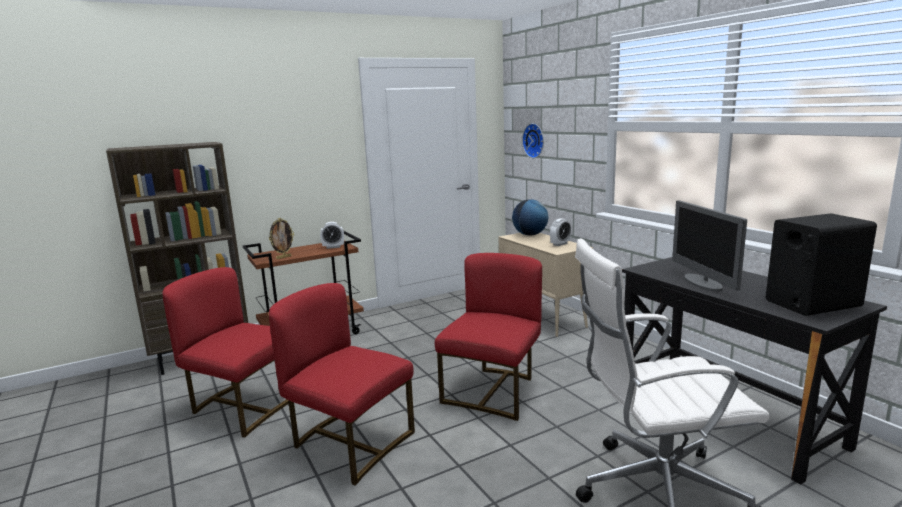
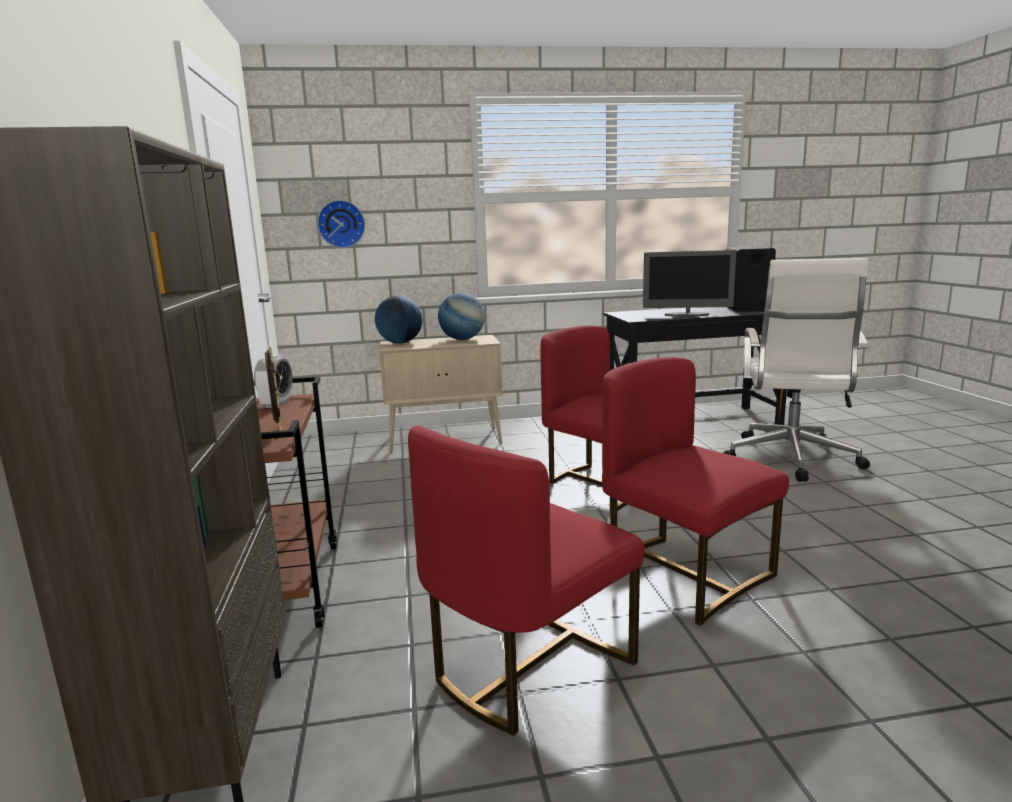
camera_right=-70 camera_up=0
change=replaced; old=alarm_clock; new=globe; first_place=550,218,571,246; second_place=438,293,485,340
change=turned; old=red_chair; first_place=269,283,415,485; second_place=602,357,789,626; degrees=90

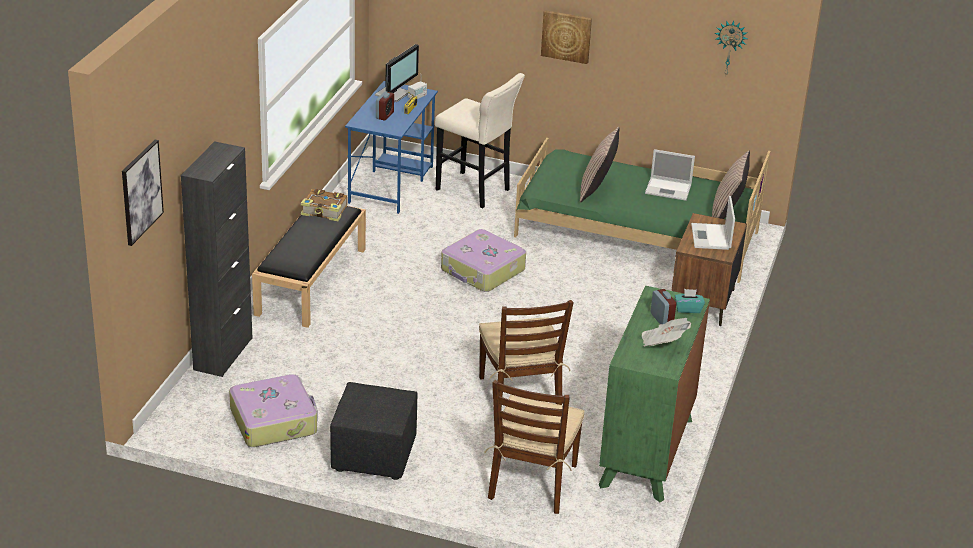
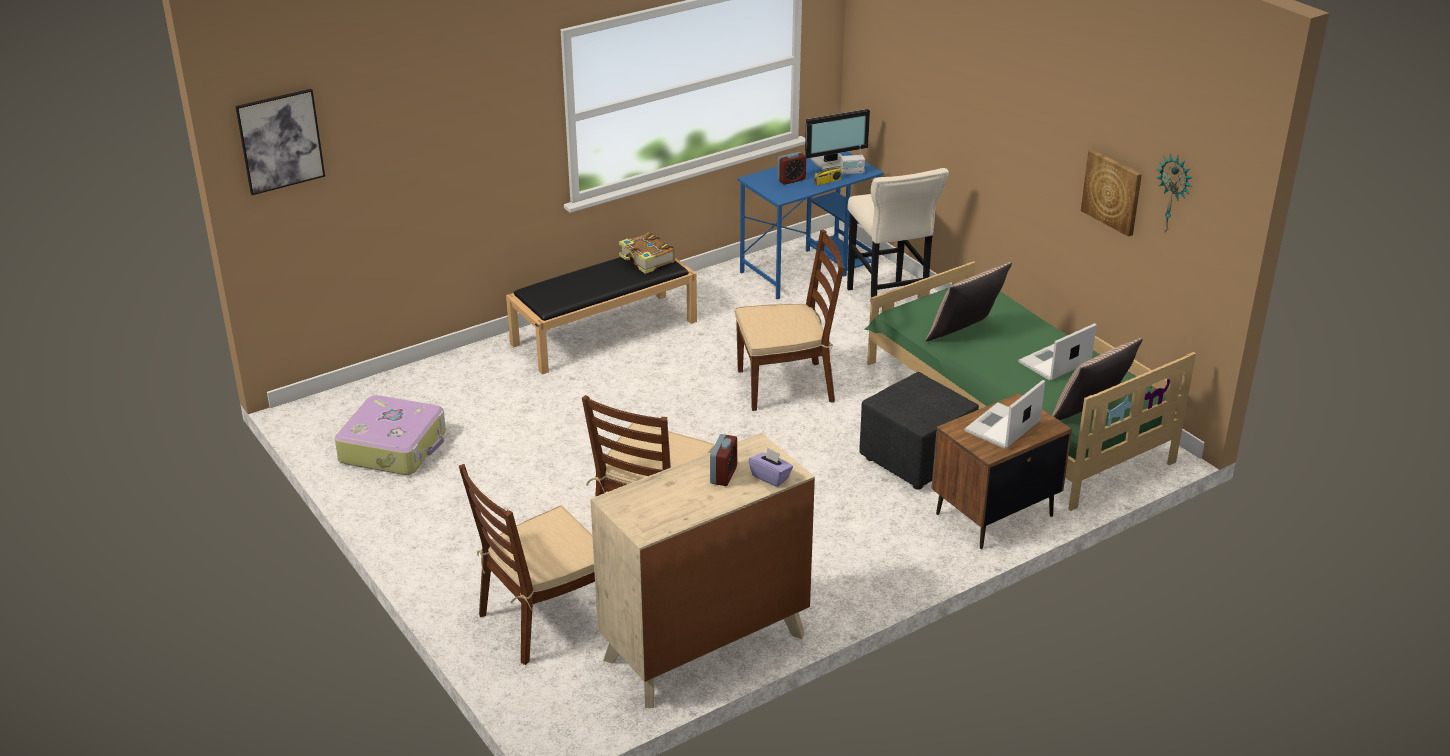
camera_right=40 camera_up=0
change=moved; old=picture; first_place=541,10,592,64; second_place=1081,149,1142,237
change=removed; old=black_cabinet; first_place=181,141,253,377
change=turned; old=laptop; first_place=645,149,695,201; second_place=1018,323,1097,381; degrees=90
change=replaced; old=suitcase; new=brown_chair; first_place=441,229,526,292; second_place=735,230,844,411
change=recoloured; old=green_dresser; new=beige_dresser; first_place=599,286,710,503; second_place=590,433,815,708
change=recoloured; old=turquoise_tissue_box; new=purple_tissue_box; first_place=675,289,705,313; second_place=749,447,793,487
change=removed; old=newspaper; first_place=642,318,691,347
change=moved; old=black_ottoman; first_place=330,382,418,480; second_place=859,372,979,490

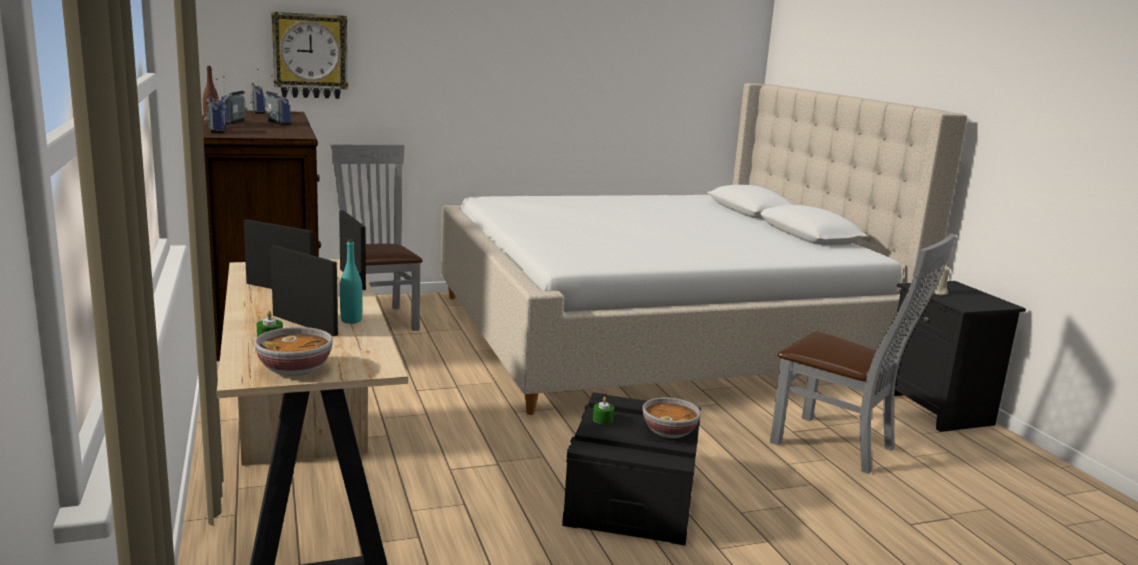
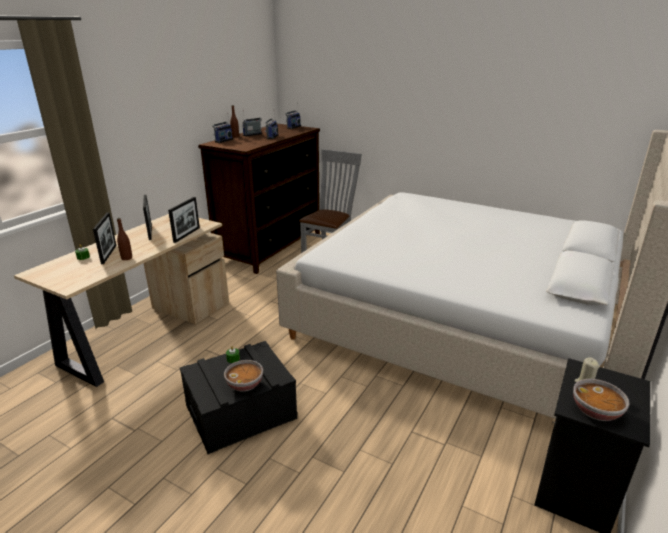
camera_right=50 camera_up=10
change=removed; old=wall_clock; first_place=271,11,348,99
change=removed; old=grey_chair; first_place=770,234,956,474
change=recoloured; old=turquoise_bottle; new=brown_bottle; first_place=340,239,363,324; second_place=117,218,132,260
change=moved; old=bowl; first_place=254,327,333,376; second_place=573,379,629,421

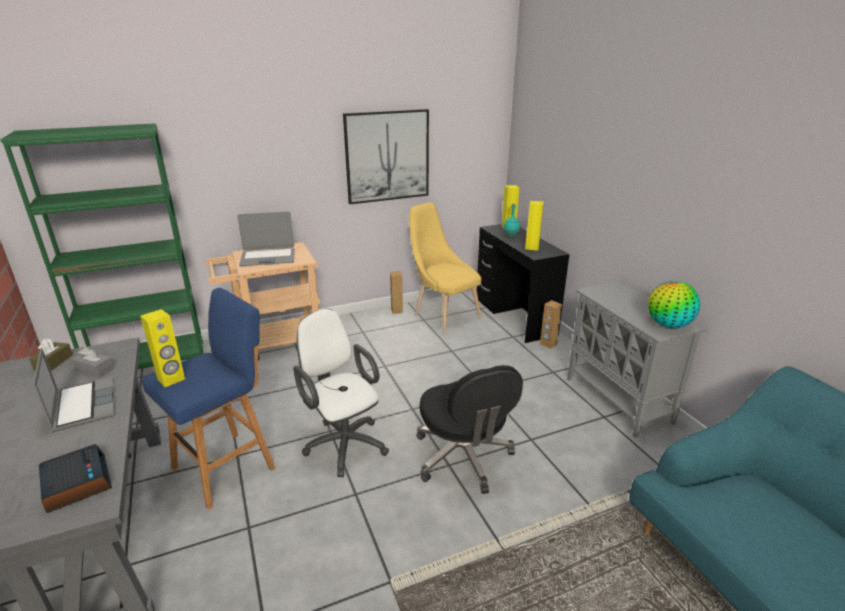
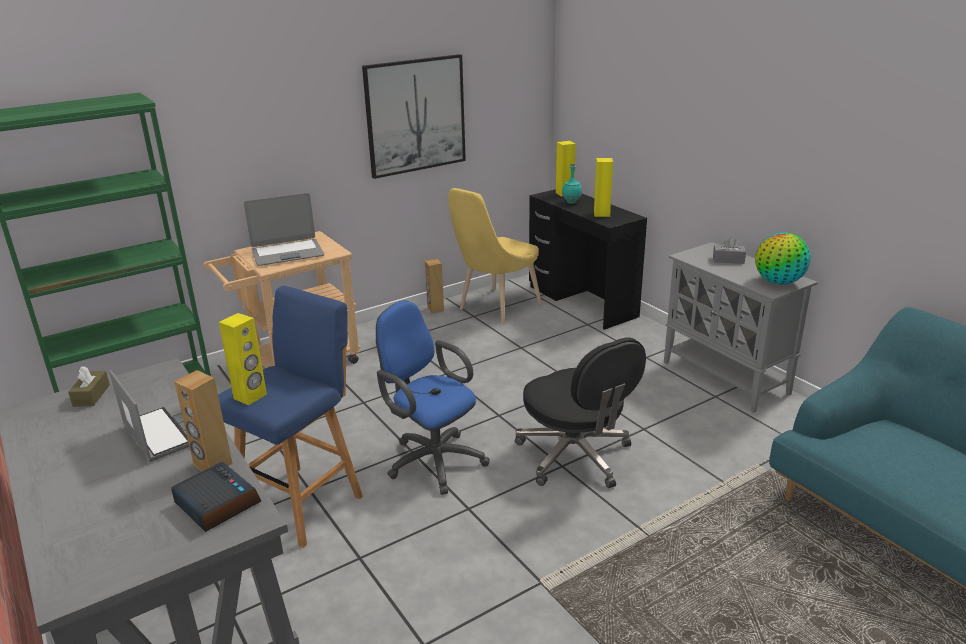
camera_right=-10 camera_up=0
change=turned; old=yellow_chair; first_place=409,203,481,334; second_place=448,188,542,325; degrees=-90
change=moved; old=brown_speaker; first_place=540,300,562,349; second_place=174,370,232,471
change=recoloured; old=white_office_chair; new=blue_office_chair; first_place=293,309,389,477; second_place=376,300,490,495
change=moved; old=grey_tissue_box; first_place=72,347,114,378; second_place=713,237,746,264

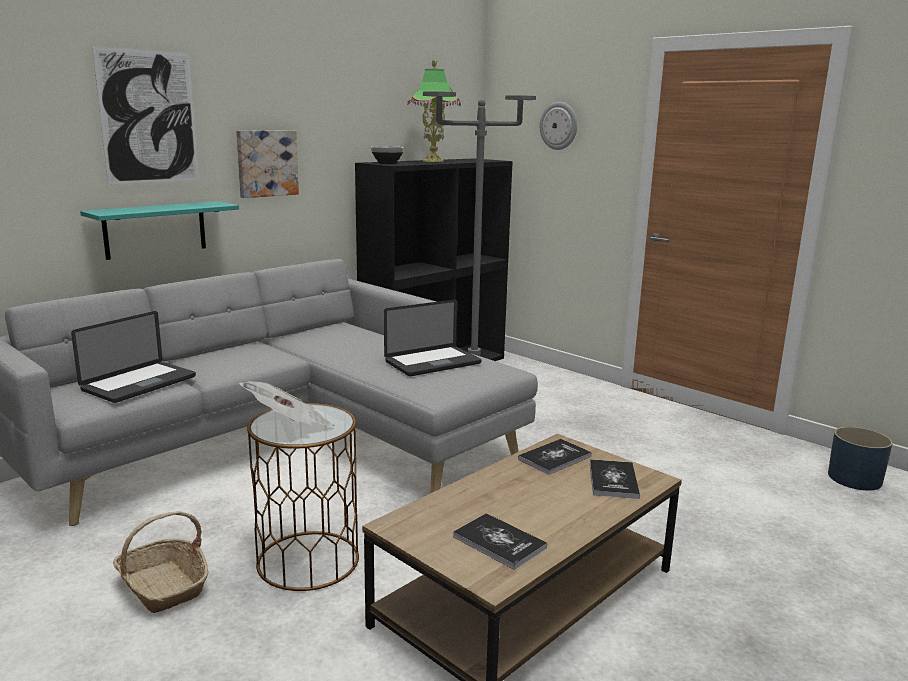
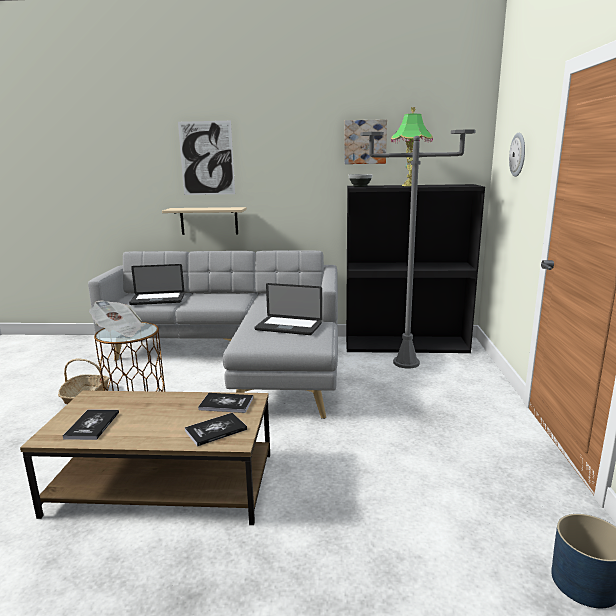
camera_right=50 camera_up=0
change=moved; old=picture; first_place=236,130,299,198; second_place=344,119,387,164
change=recoloured; old=turquoise_shelf; new=beige_shelf; first_place=80,201,239,260; second_place=162,207,247,235

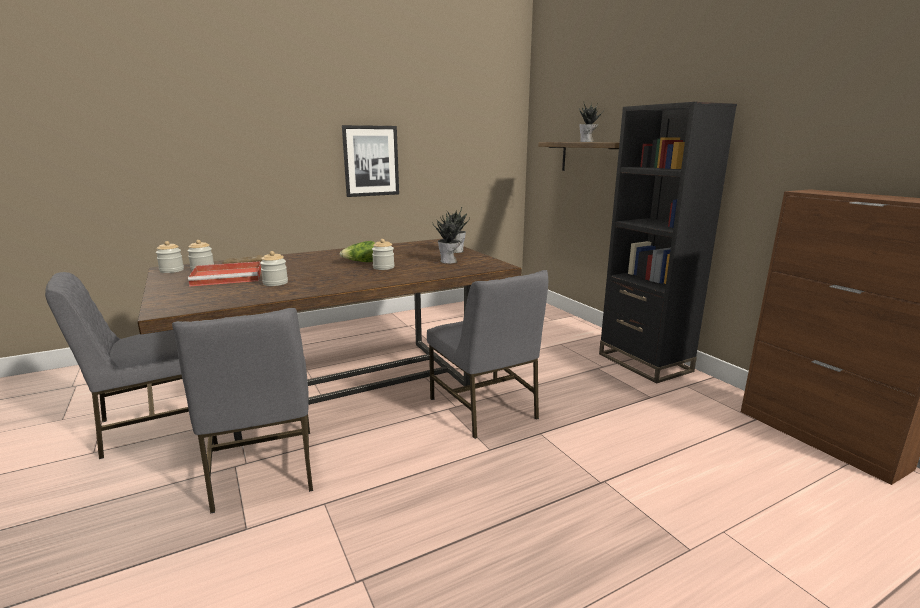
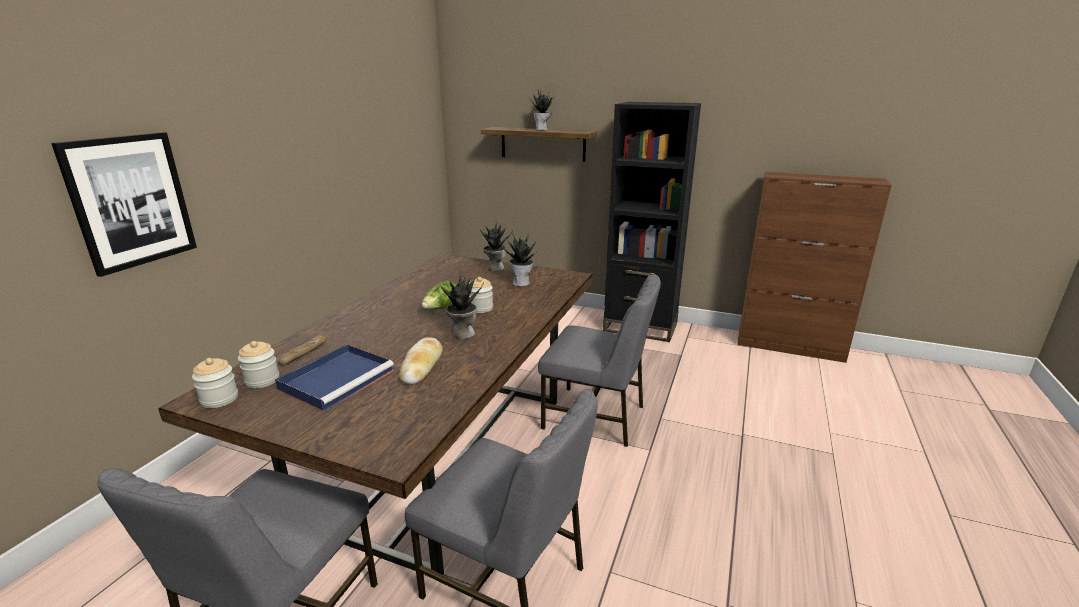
camera_right=-40 camera_up=5
change=moved; old=picture; first_place=342,125,399,197; second_place=51,132,197,277
change=replaced; old=jar; new=bread; first_place=260,251,288,286; second_place=399,337,443,385
change=recoloured; old=red_tray; new=blue_tray; first_place=188,261,261,287; second_place=275,344,394,411
change=added; new=potted_plant; second_place=440,270,484,339

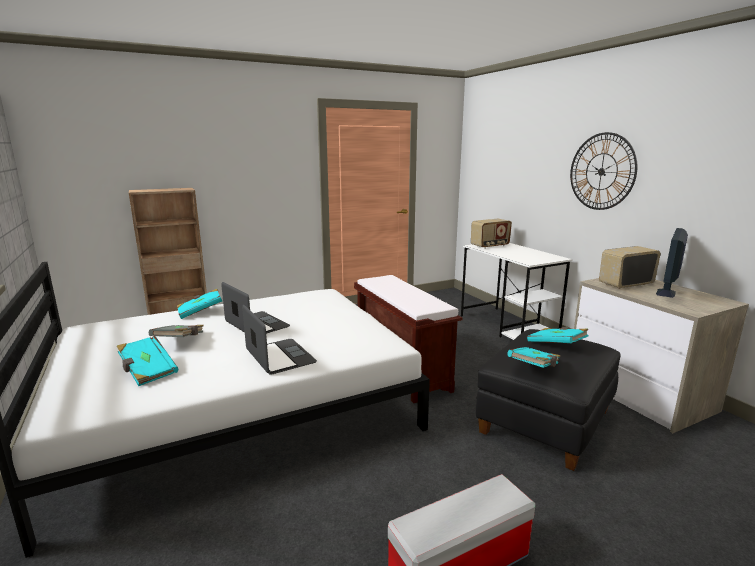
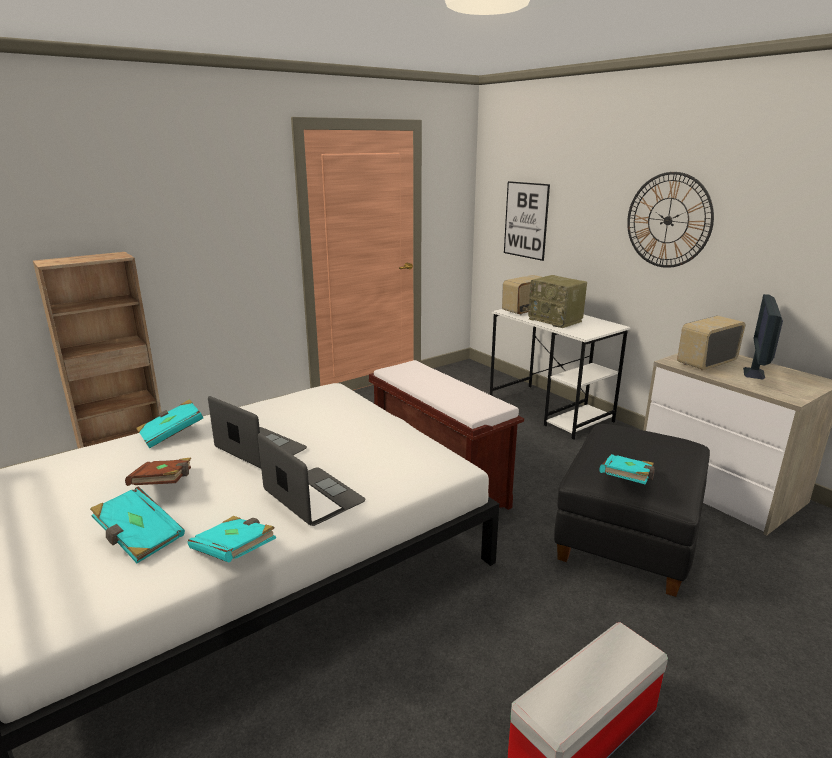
camera_right=-10 camera_up=5
change=recoloured; old=grey_book; new=brown_book; first_place=149,325,204,337; second_place=125,458,191,486
change=moved; old=turquoise_book; first_place=527,327,588,343; second_place=188,516,276,563
change=added; new=picture; second_place=504,181,550,261
change=added; new=radio; second_place=528,275,587,328

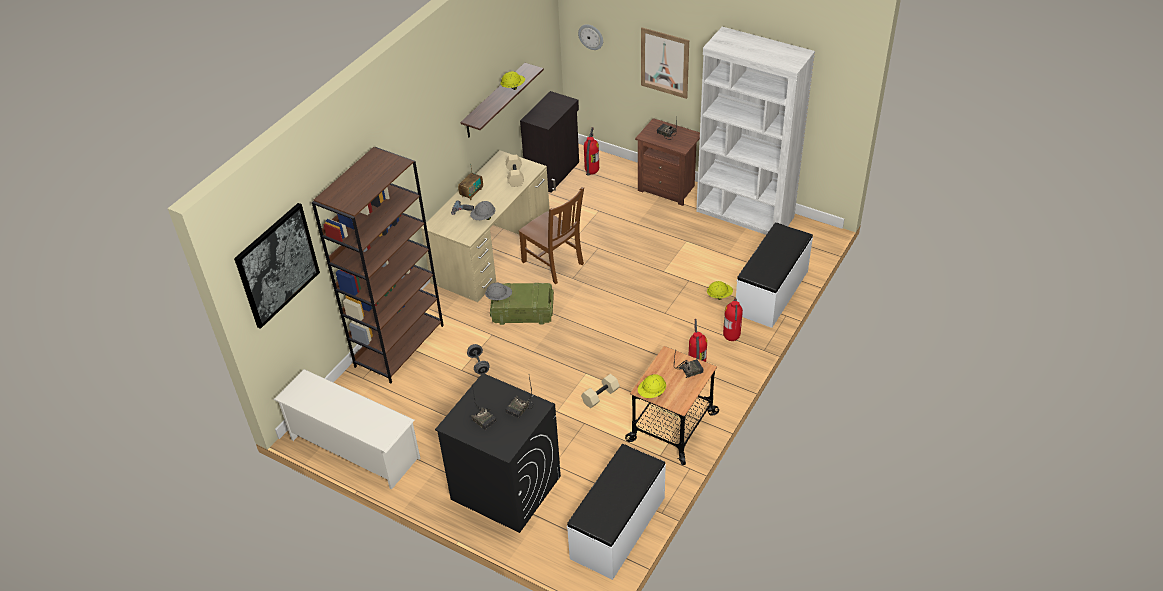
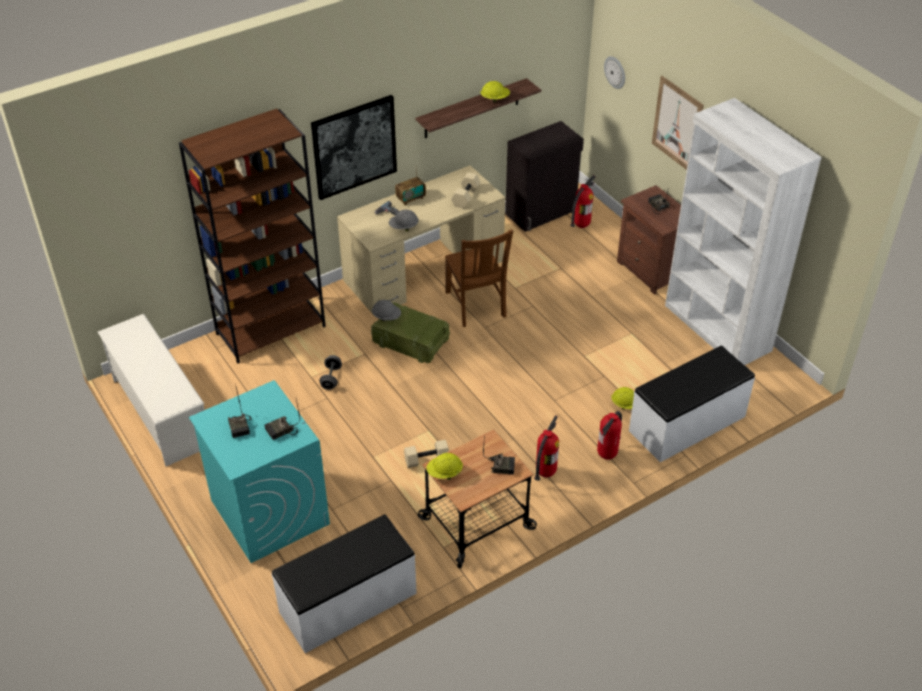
camera_right=25 camera_up=0
change=moved; old=picture; first_place=234,203,320,329; second_place=311,95,397,200
change=recoloured; old=black_washing_machine; new=turquoise_washing_machine; first_place=435,373,561,533; second_place=189,380,330,563

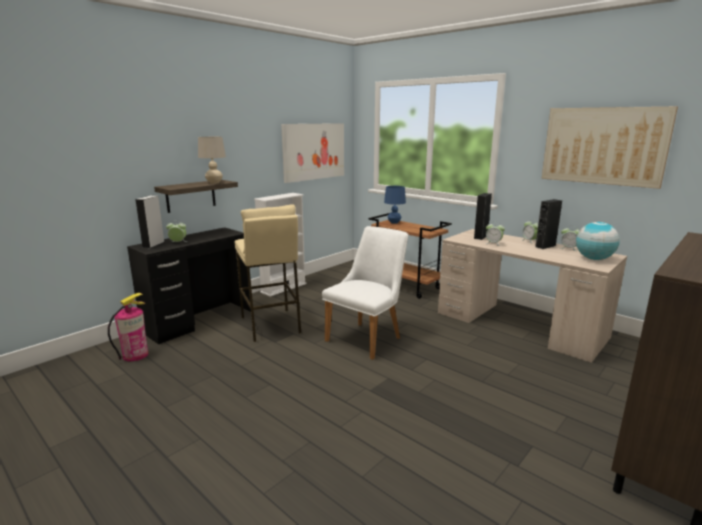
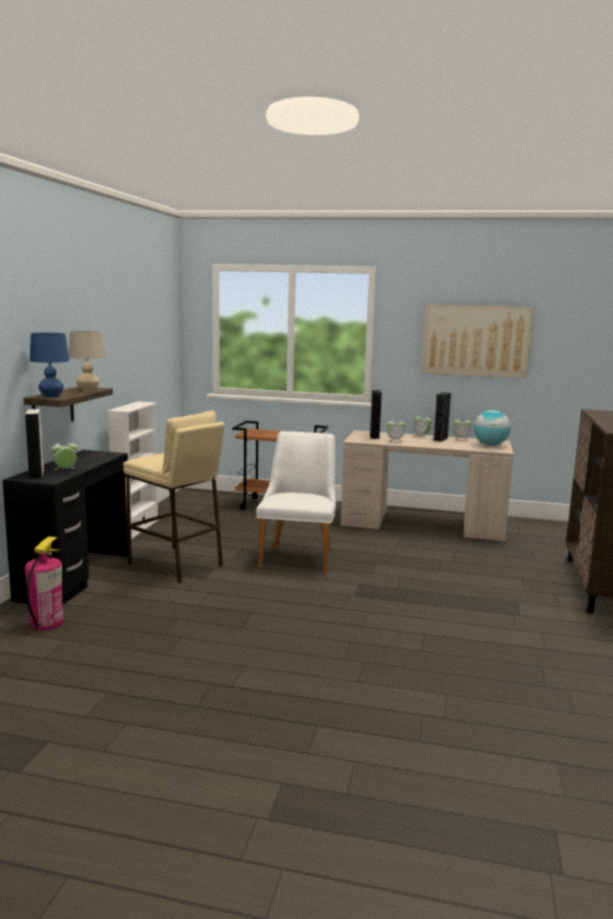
camera_right=-30 camera_up=-5
change=removed; old=picture; first_place=281,123,344,183
change=moved; old=blue_table_lamp; first_place=384,186,406,224; second_place=30,333,69,397

